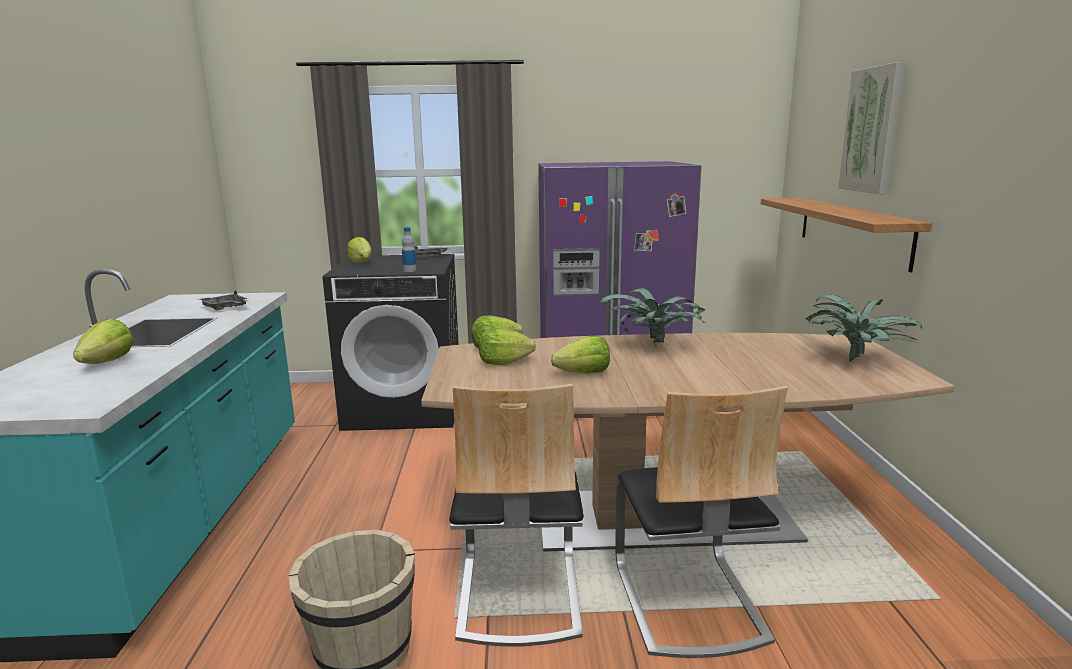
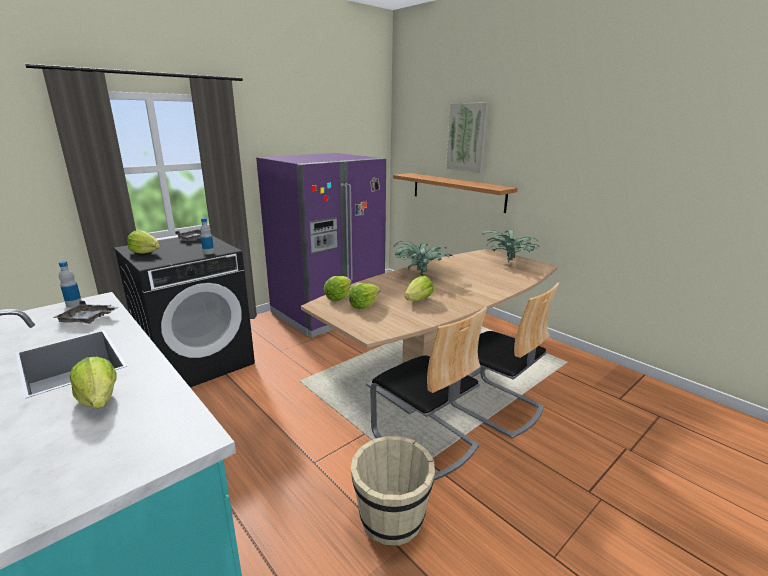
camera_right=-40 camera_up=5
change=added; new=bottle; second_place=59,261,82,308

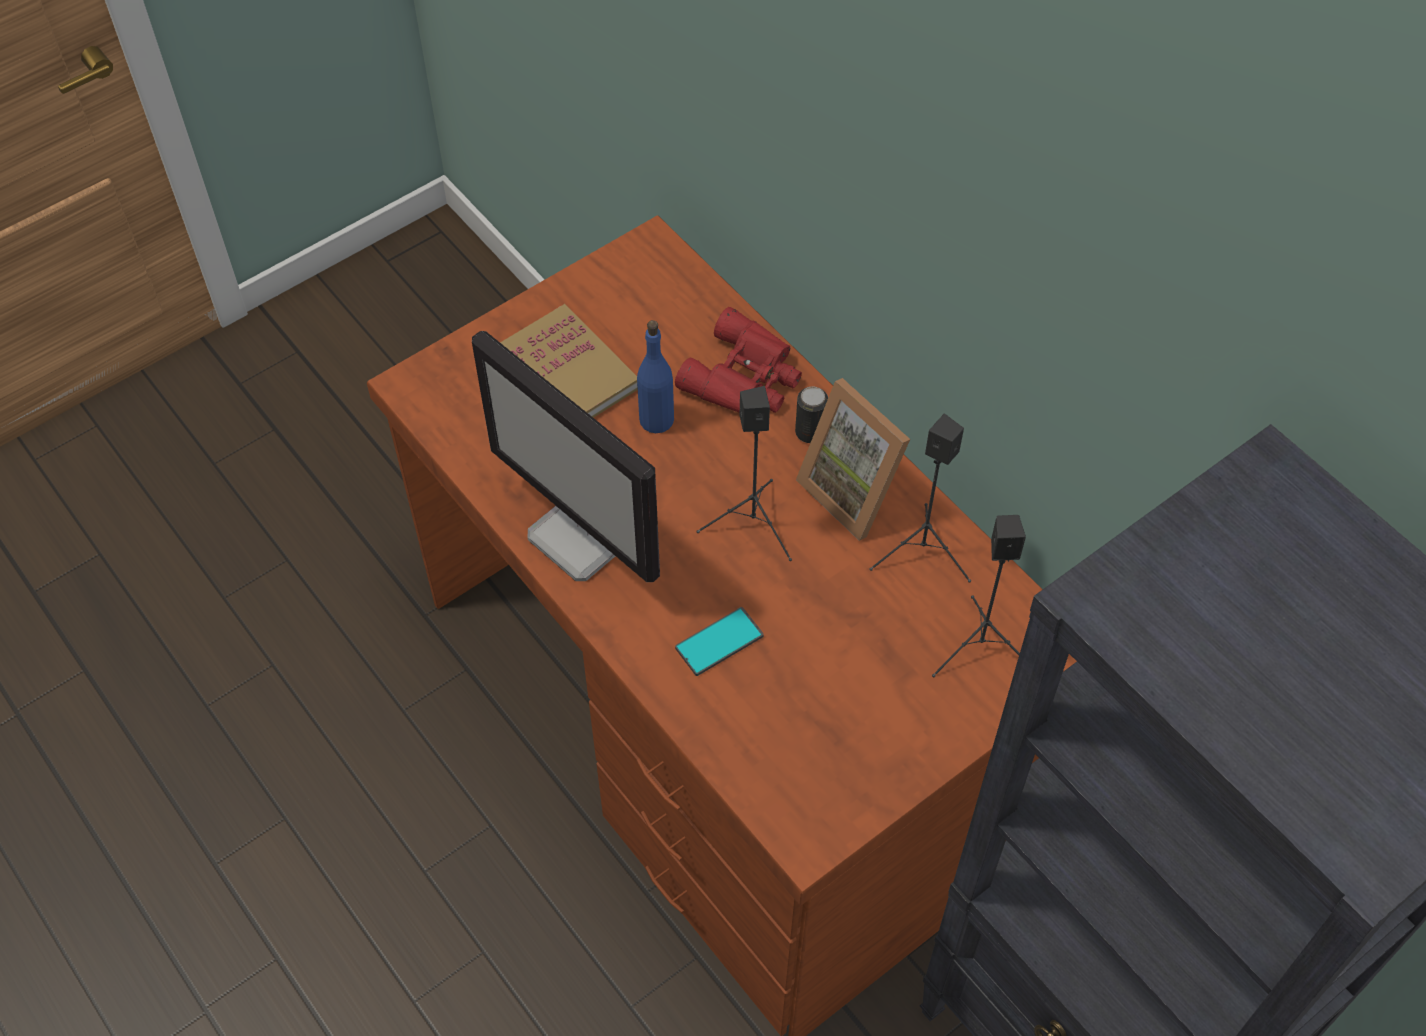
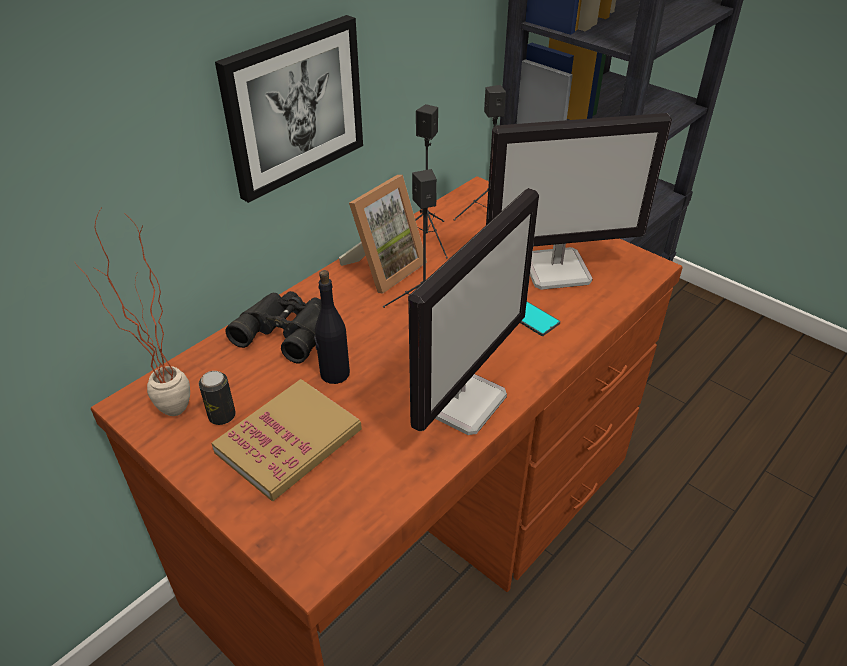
camera_right=-100 camera_up=-15
change=recoloured; old=red_binoculars; new=black_binoculars; first_place=675,307,802,413; second_place=225,291,321,364
change=recoloured; old=blue_bottle; new=black_bottle; first_place=637,320,674,433; second_place=314,270,350,384
change=moved; old=can; first_place=795,386,828,443; second_place=199,371,236,425
change=added; new=picture; second_place=215,15,363,203
change=added; new=monitor; second_place=486,113,672,290
change=added; new=potted_plant; second_place=75,209,190,416

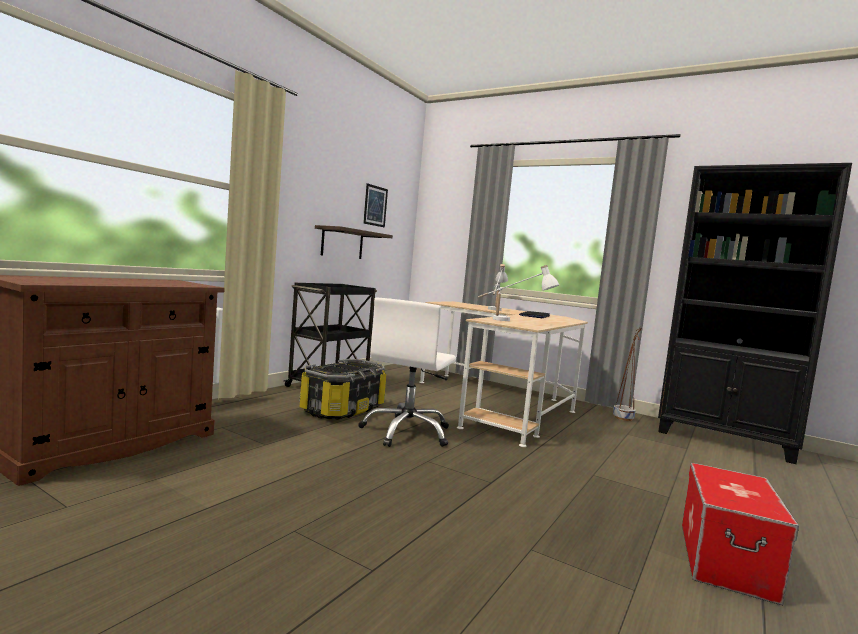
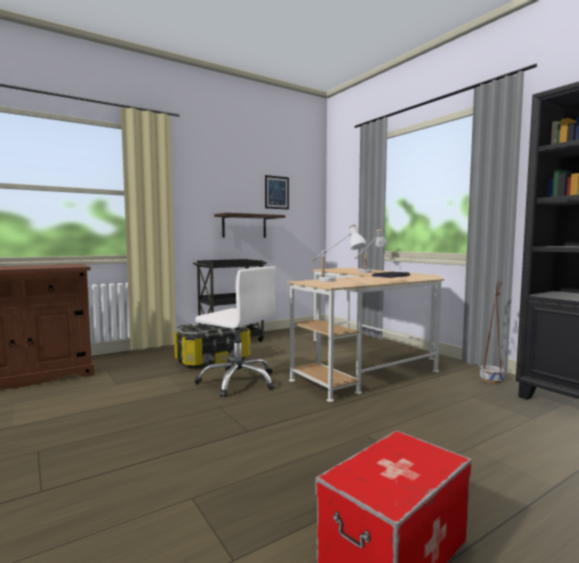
camera_right=25 camera_up=0
change=turned; old=white_office_chair; first_place=358,298,456,447; second_place=195,266,276,397; degrees=-105

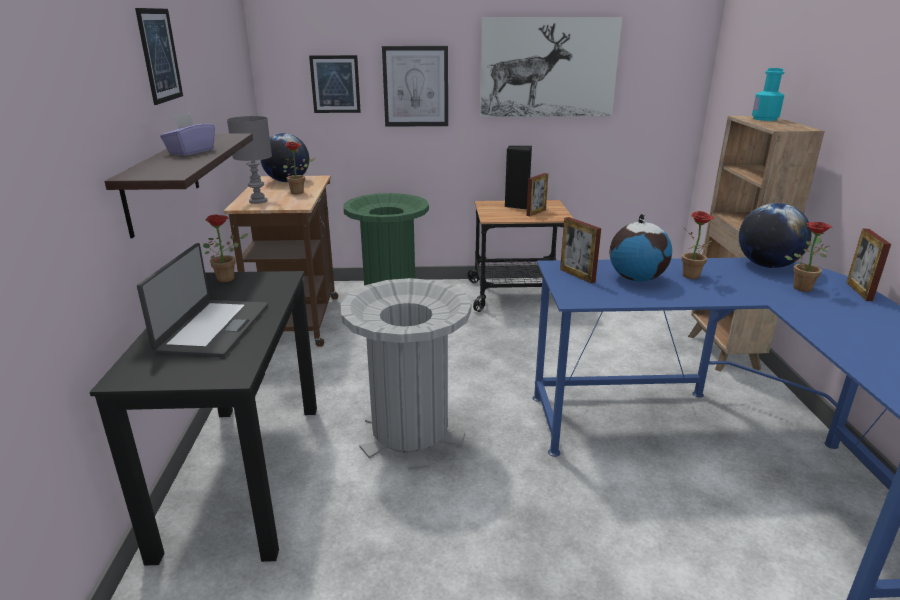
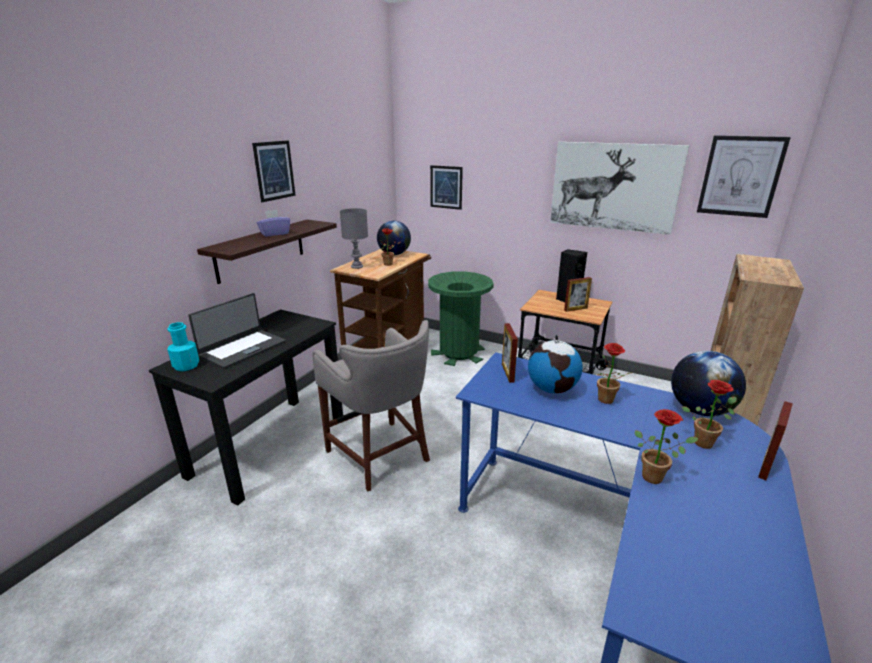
camera_right=30 camera_up=0
change=moved; old=picture; first_place=382,46,448,127; second_place=697,135,791,218
change=moved; old=turquoise_bottle; first_place=752,68,784,121; second_place=167,322,199,371
change=moved; old=potted_plant; first_place=203,214,249,283; second_place=635,409,698,484
change=replaced; old=grey_trash_can; new=grey_stool; first_place=340,278,471,470; second_place=312,320,430,492

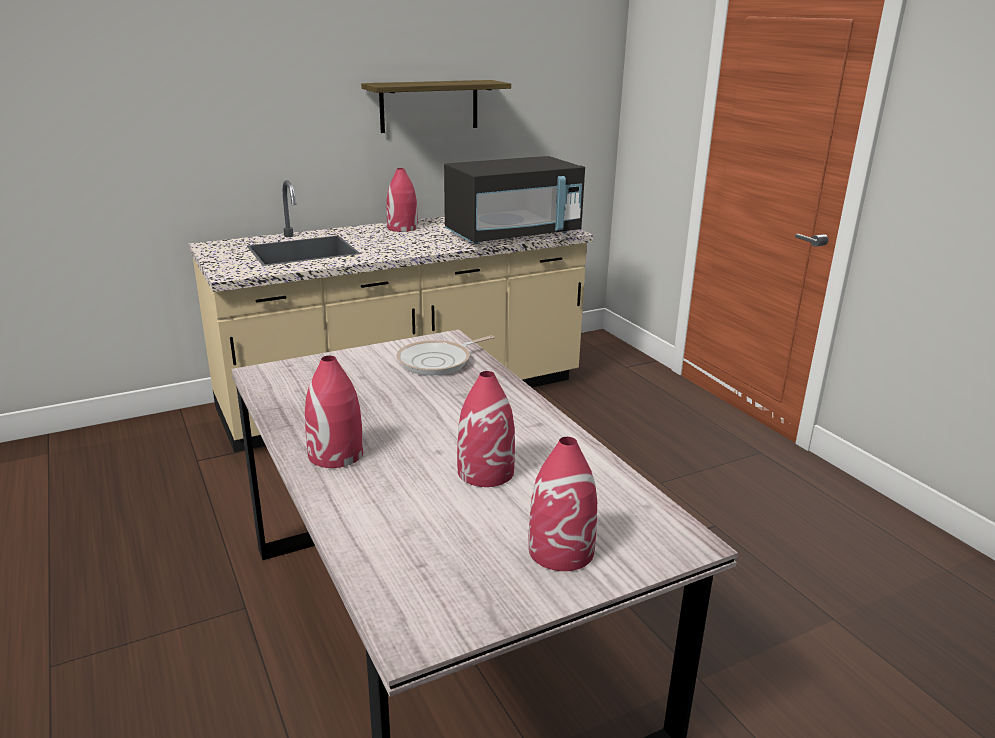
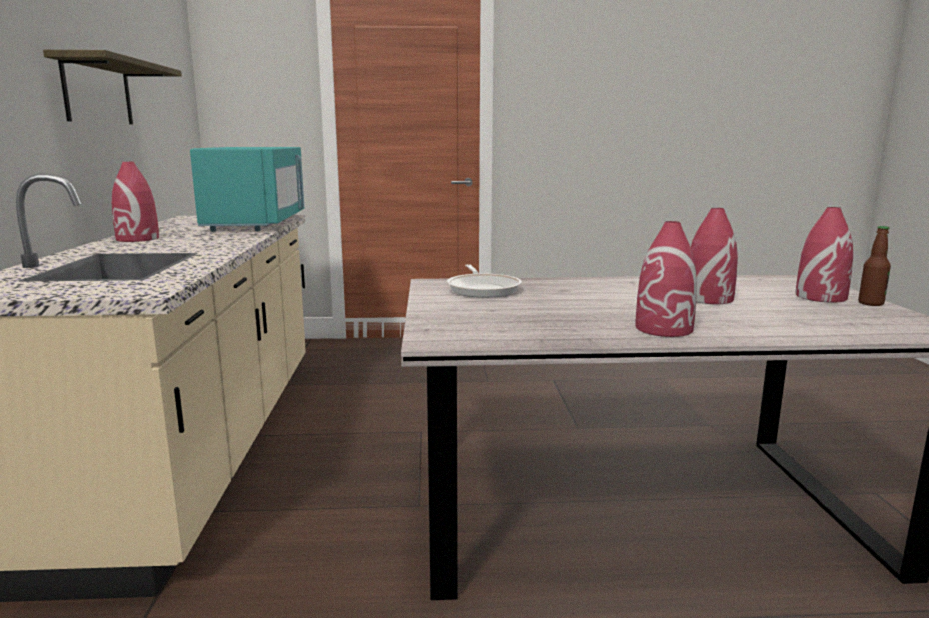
camera_right=-65 camera_up=-10
change=recoloured; old=black_microwave; new=turquoise_microwave; first_place=444,156,585,244; second_place=190,147,304,232
change=added; new=bottle; second_place=858,226,891,306

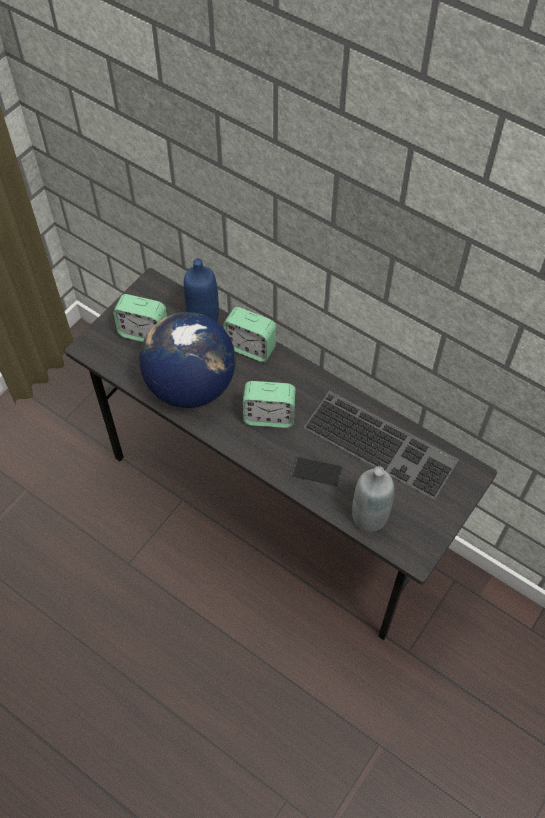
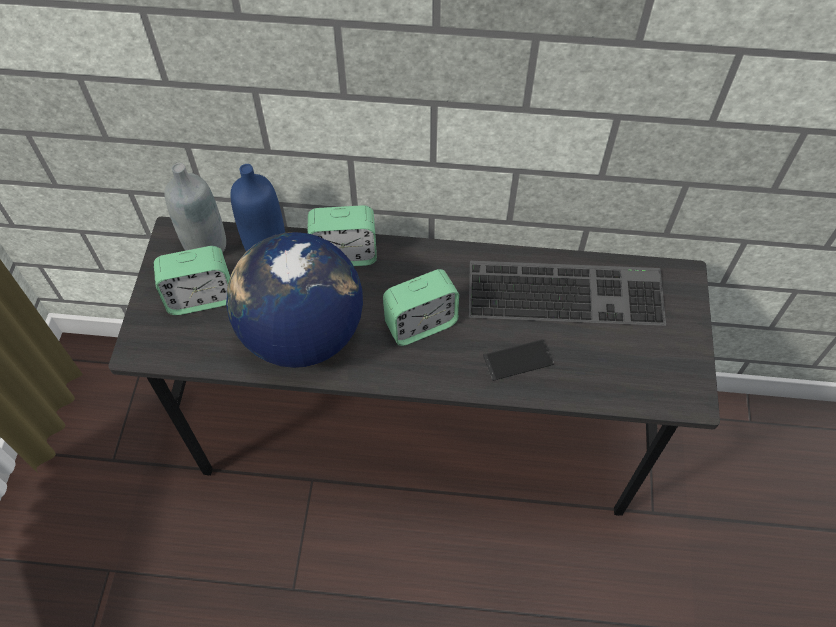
camera_right=-30 camera_up=0
change=moved; old=grey_bottle; first_place=352,466,394,532; second_place=165,163,226,252

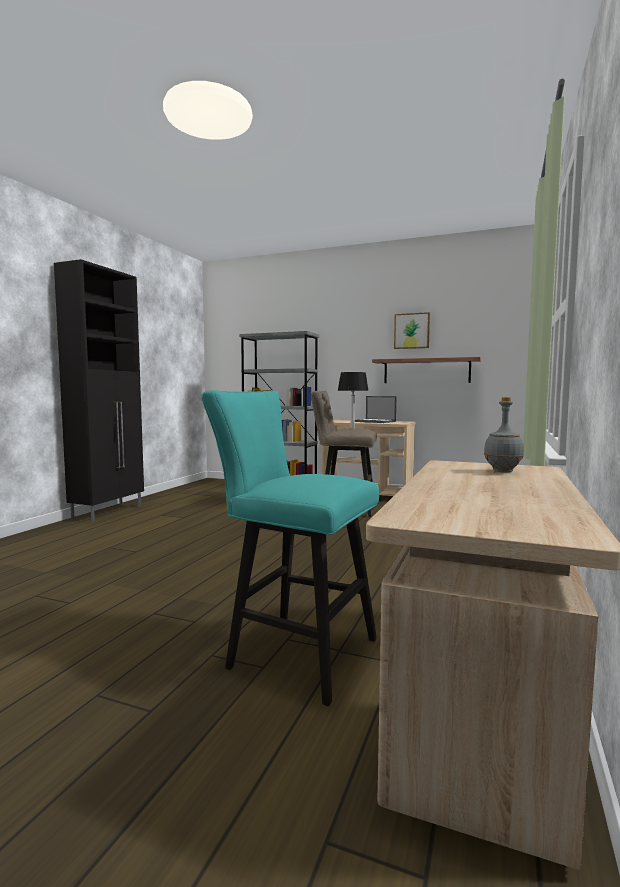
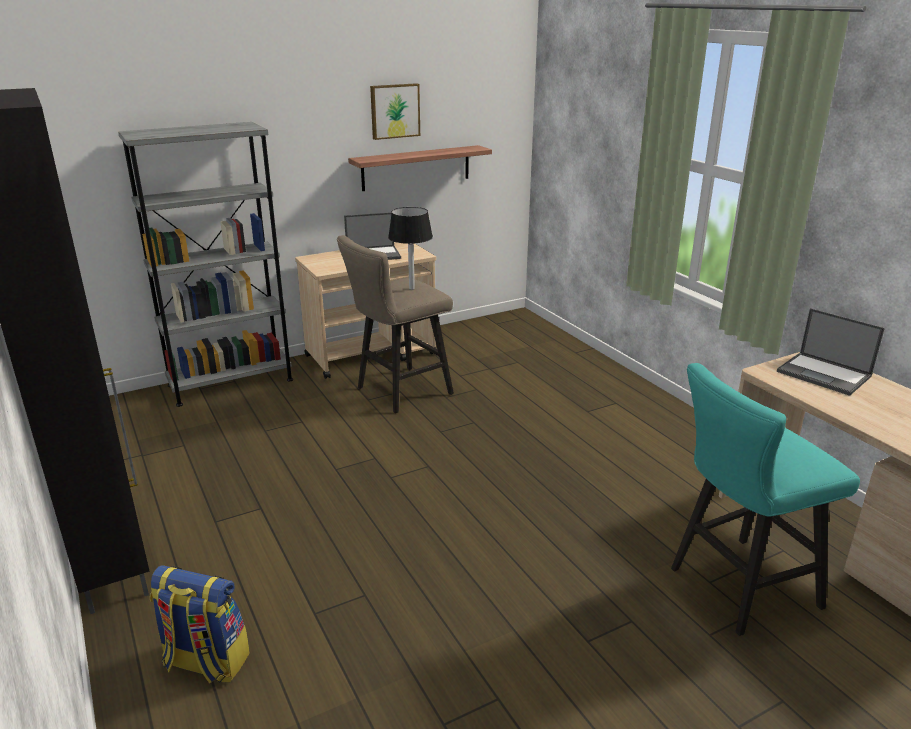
camera_right=-50 camera_up=20
change=replaced; old=grey_bottle; new=laptop; first_place=484,397,524,473; second_place=777,308,885,396
change=added; new=backpack; second_place=150,565,250,684

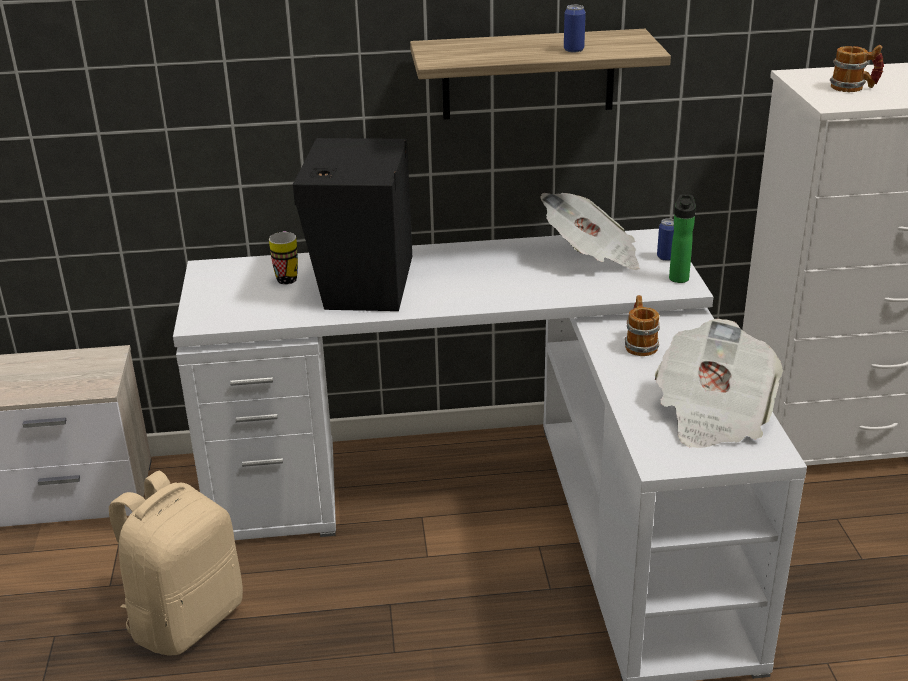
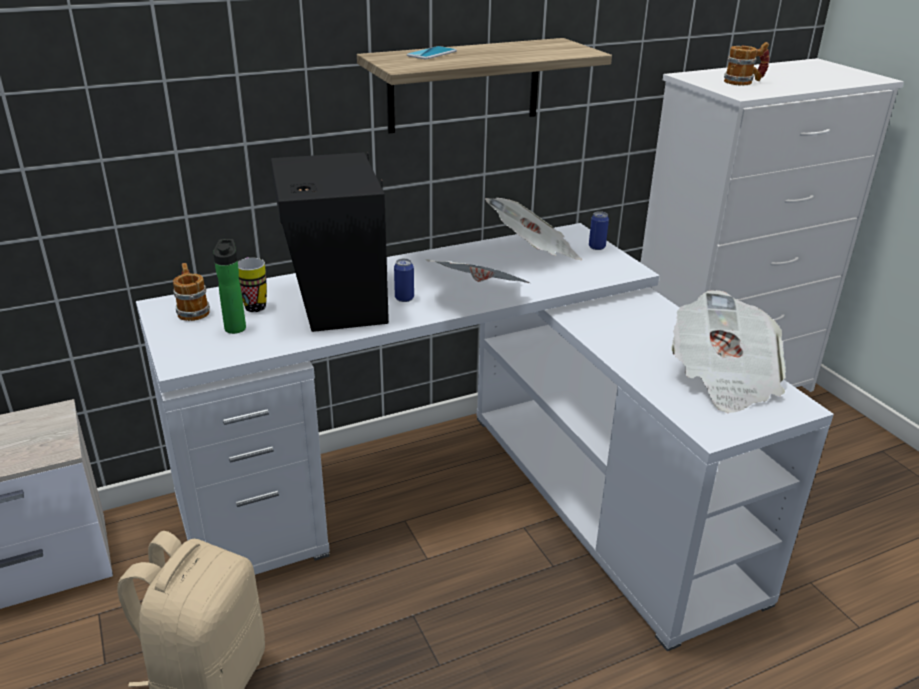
camera_right=-20 camera_up=0
change=moved; old=can; first_place=564,5,586,52; second_place=394,258,414,302
change=moved; old=bottle; first_place=669,194,696,283; second_place=213,239,246,334
change=moved; old=mug; first_place=625,295,660,356; second_place=173,263,210,321
change=added; new=phone; second_place=407,46,457,59
change=added; new=newspaper; second_place=426,259,530,283

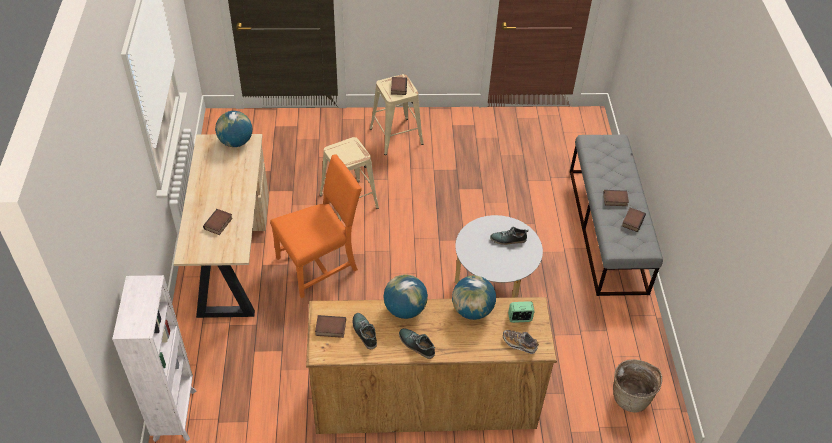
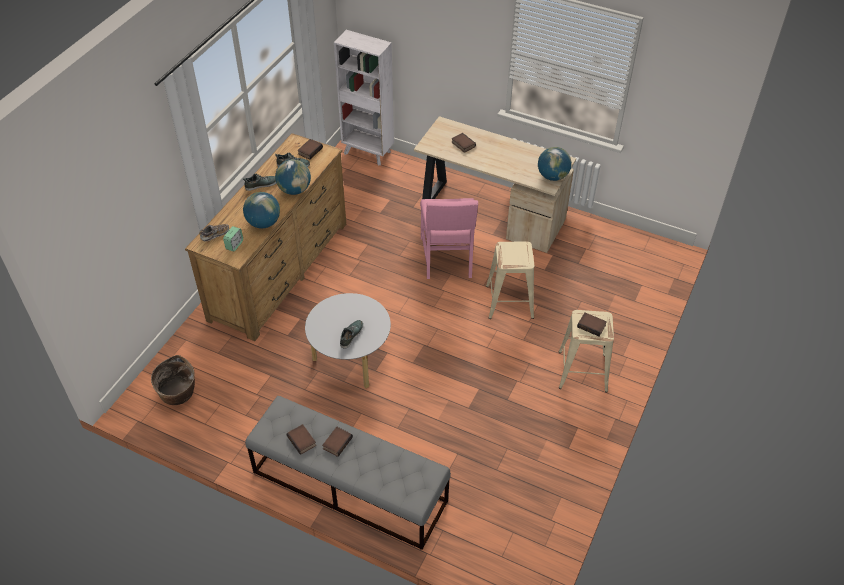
camera_right=120 camera_up=0
change=recoloured; old=orange_chair; new=pink_chair; first_place=270,154,362,298; second_place=420,198,478,279

